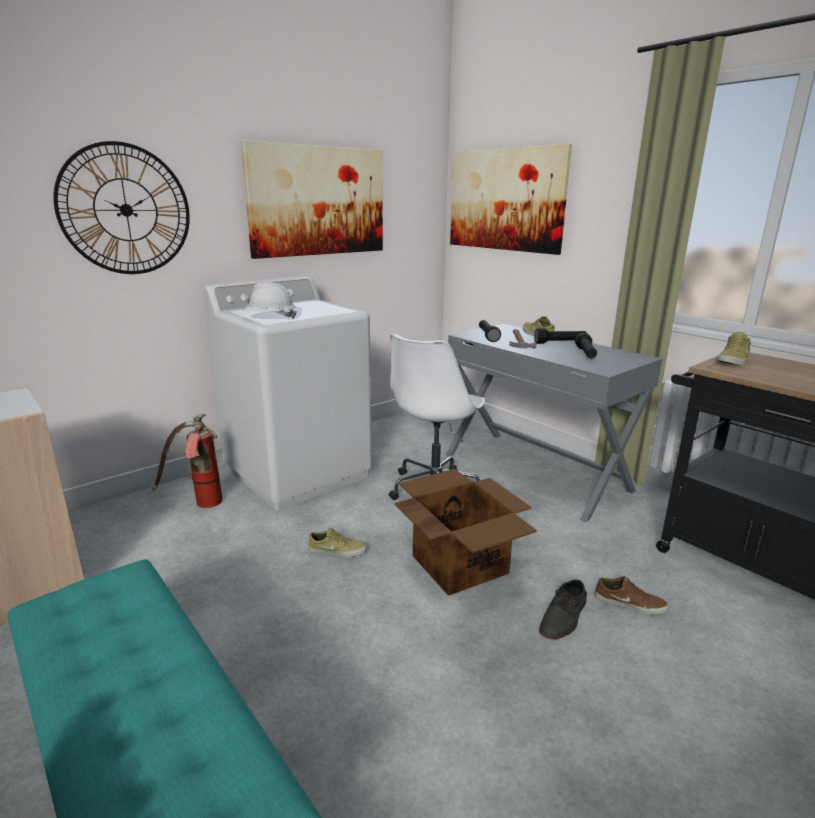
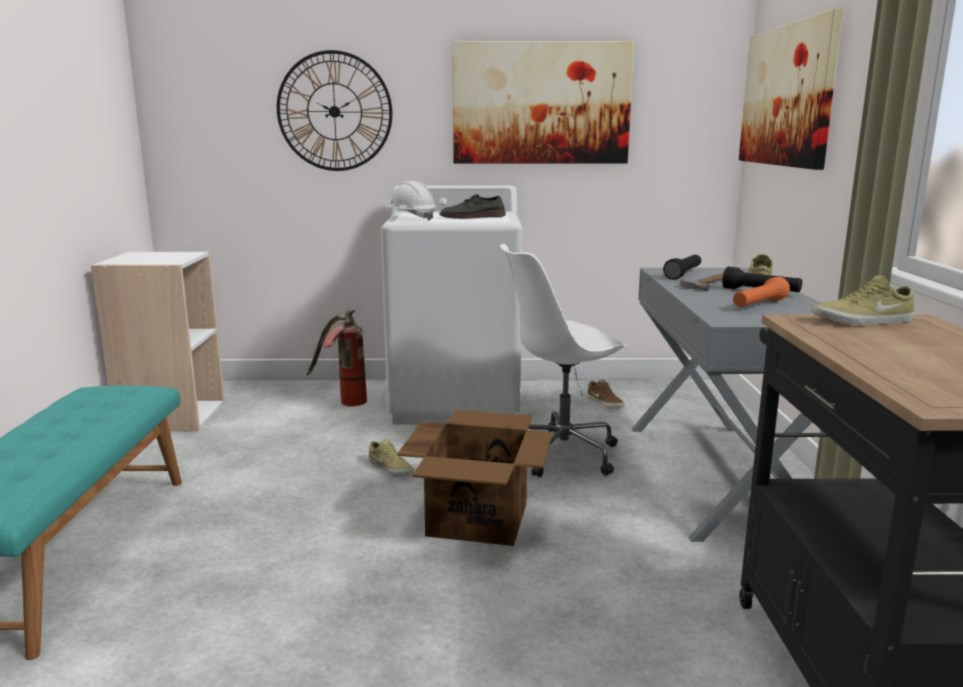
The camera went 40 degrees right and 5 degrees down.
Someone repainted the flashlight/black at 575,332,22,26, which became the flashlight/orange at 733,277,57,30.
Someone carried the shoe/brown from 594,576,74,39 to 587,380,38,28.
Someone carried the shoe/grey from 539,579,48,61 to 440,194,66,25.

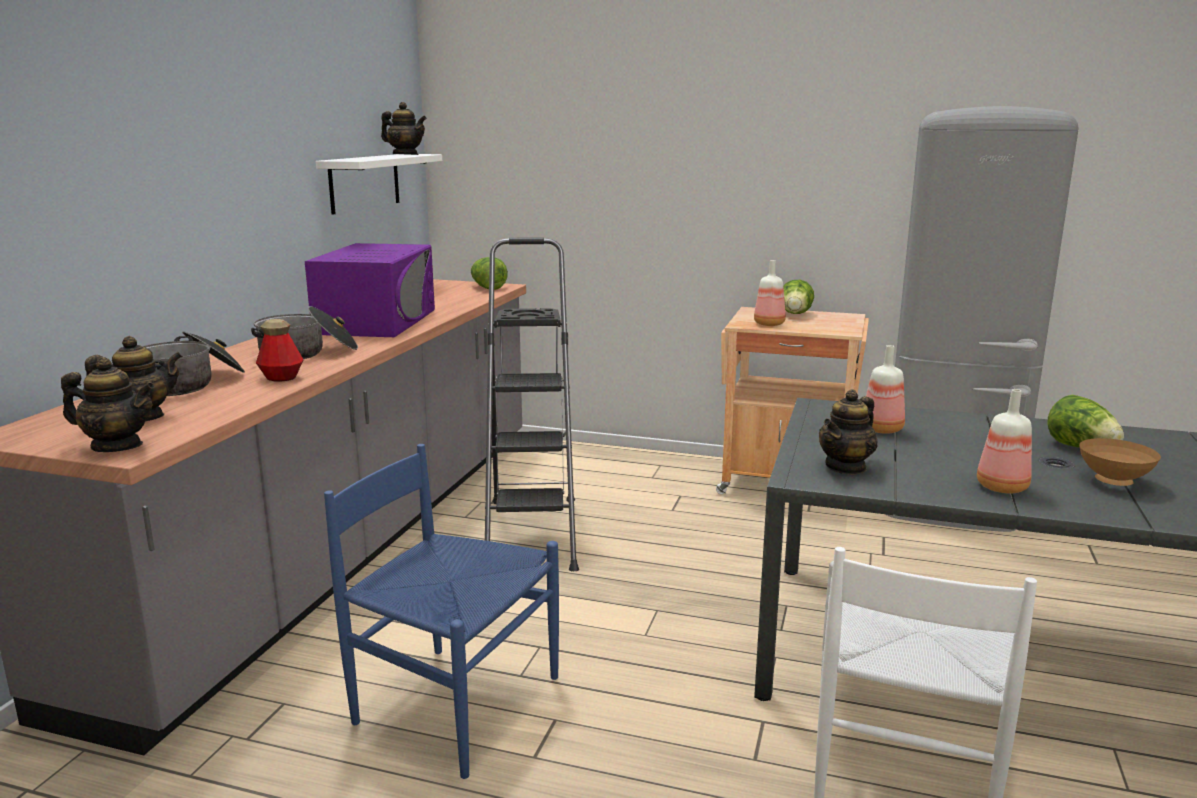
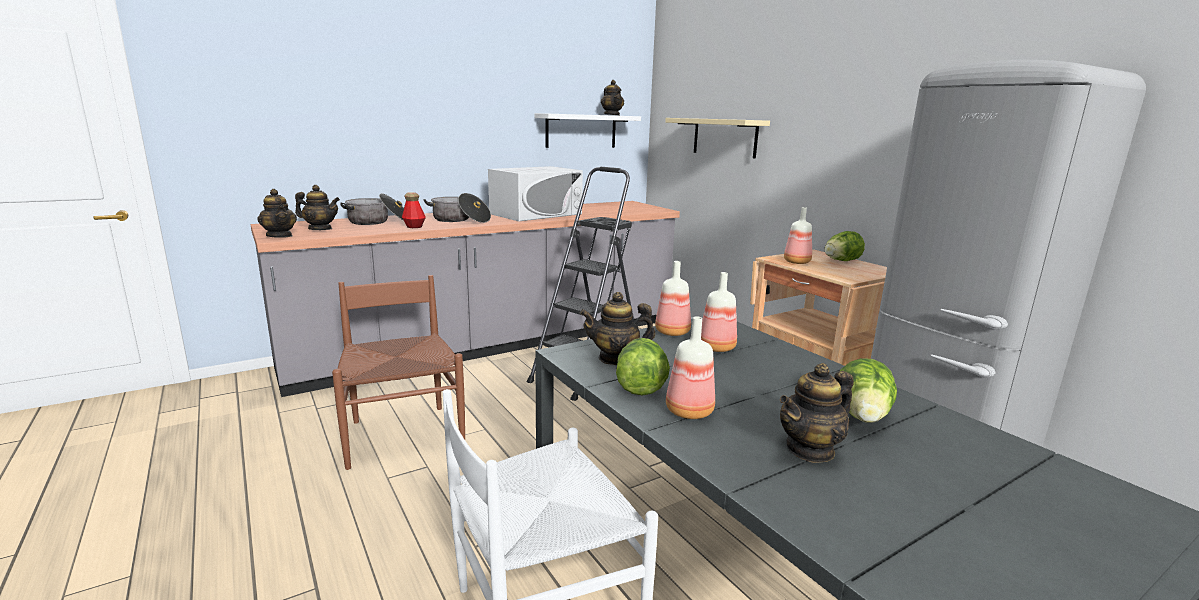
The camera went 40 degrees right and 0 degrees up.
Someone repainted the microwave/purple at 305,243,130,94, which became the microwave/white at 488,166,95,55.
Someone carried the lettuce from 471,257,37,33 to 616,338,54,58.
Someone swapped the bowl/brown at 1079,438,82,48 for the teapot at 780,363,74,100.
Someone repainted the chair/blue at 324,444,235,335, which became the chair/brown at 332,275,133,195.
Someone put up the shelf/beige at 665,118,105,41.
Someone put down the bottle at 655,261,36,75.

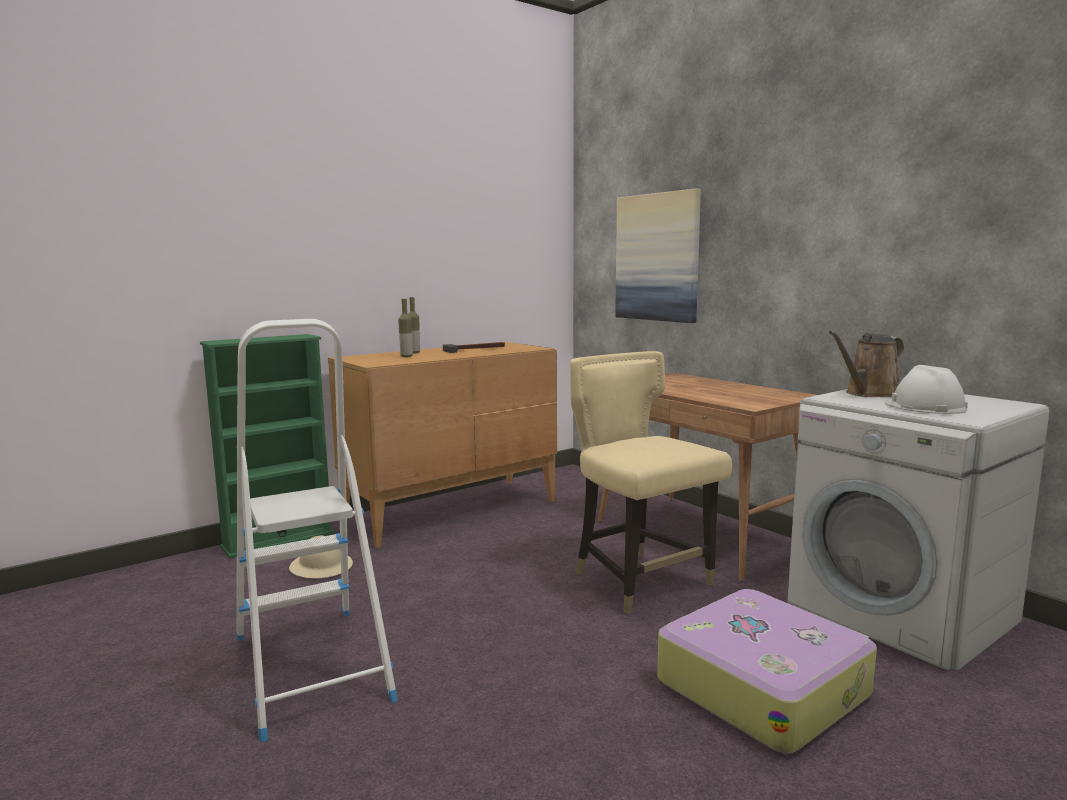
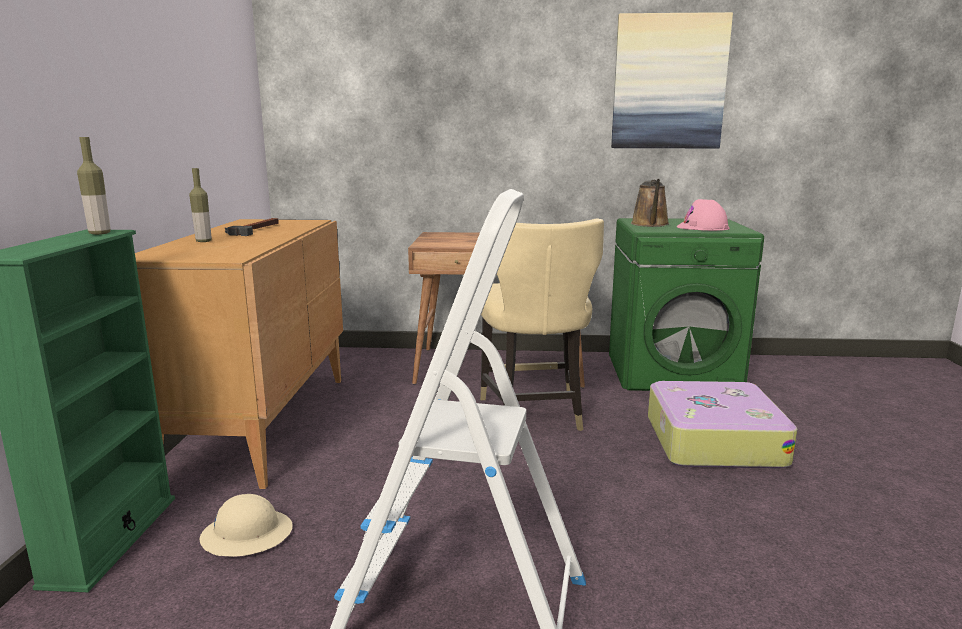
The camera went 50 degrees left and 5 degrees up.
Someone carried the picture from 615,189,86,134 to 611,12,122,136.
Someone carried the bottle from 398,299,15,58 to 77,137,34,98.
Someone rotated the chair/beige at 570,351,162,263 by 105 degrees counterclockwise.
Someone repainted the hard hat/white at 885,365,83,49, which became the hard hat/pink at 677,199,53,32.
Someone repainted the washing machine/white at 787,389,262,282, which became the washing machine/green at 609,218,155,173.

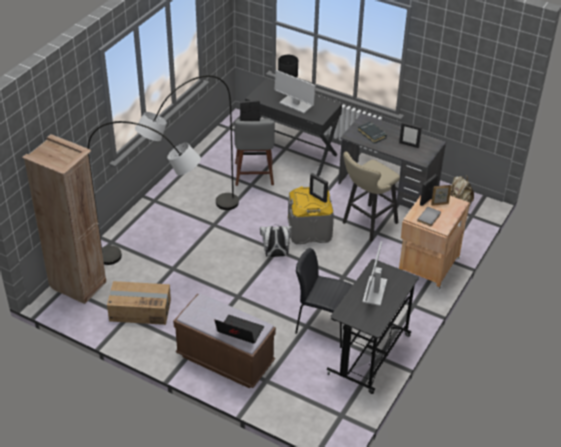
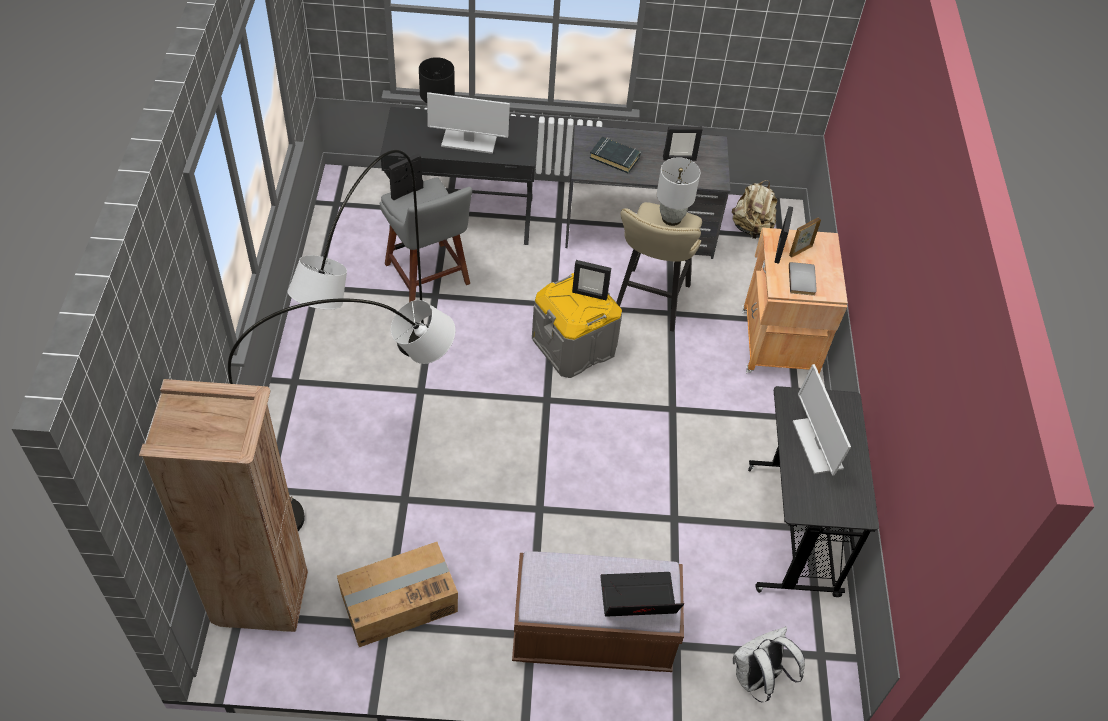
The camera went 30 degrees left and 10 degrees up.
Someone carried the backpack/white from 260,224,32,33 to 733,626,72,76.
Someone took away the chair/black at 295,248,58,100.
Someone put down the table lamp/white at 657,157,43,69.

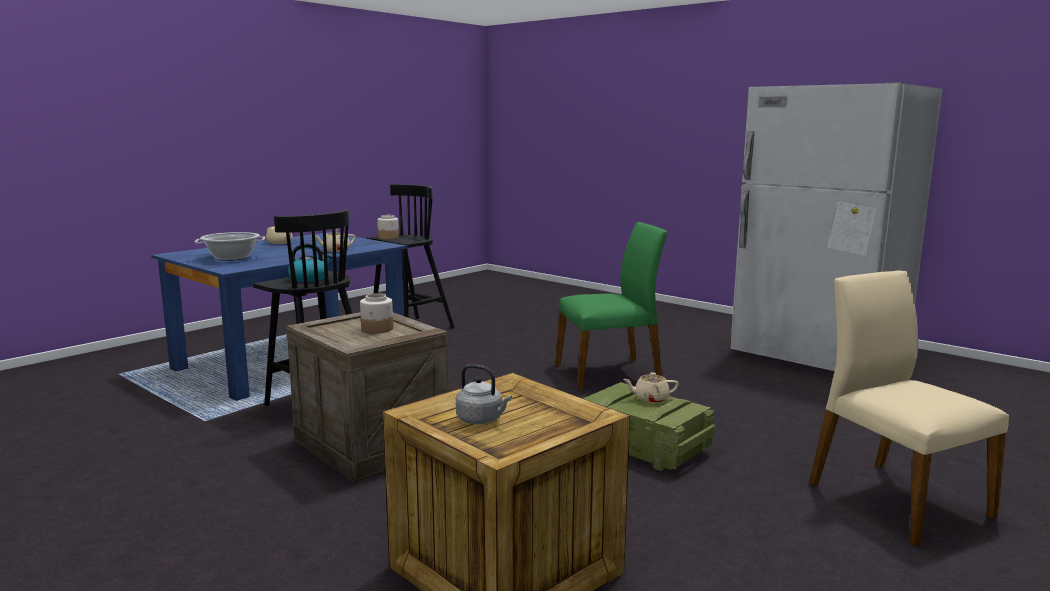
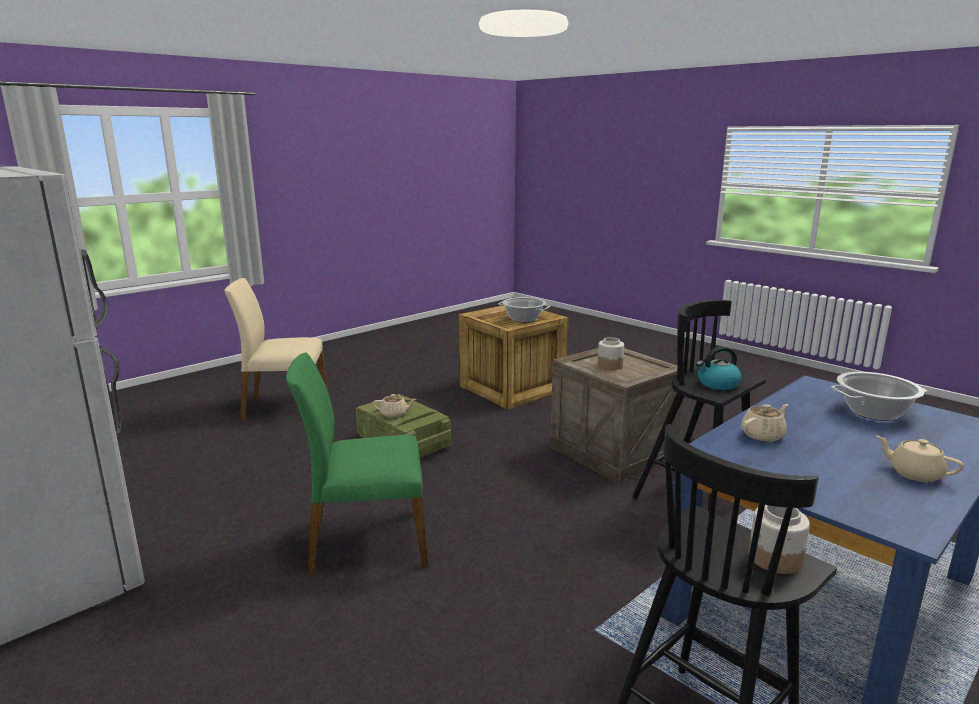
The camera went 175 degrees left and 5 degrees up.
Someone rotated the chair/beige at 809,270,200,277 by 105 degrees clockwise.
Someone swapped the kettle/grey at 456,364,56,60 for the cooking pot at 498,297,52,25.

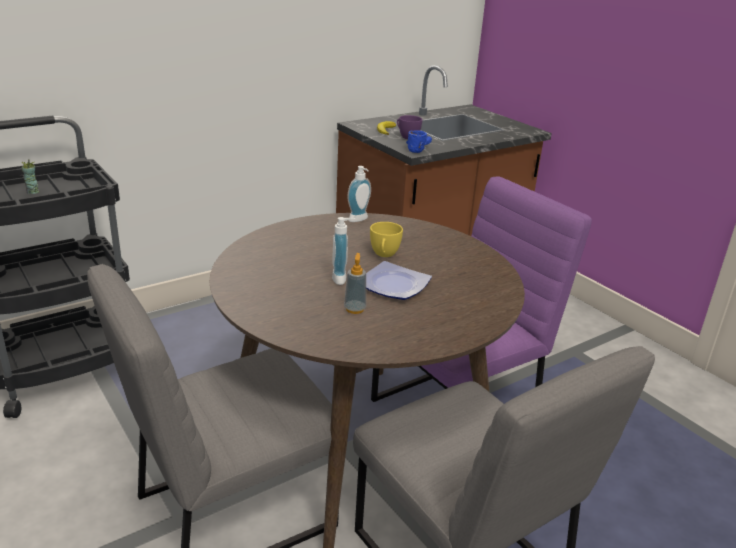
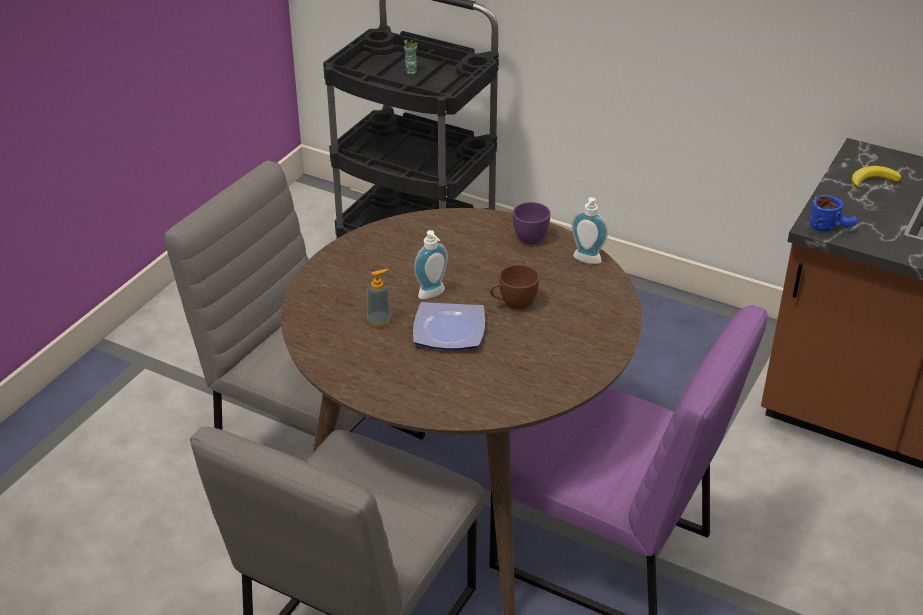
The camera went 65 degrees right and 10 degrees up.
Someone carried the cup/purple from 397,115,25,24 to 513,202,37,42.
Someone repainted the cup/yellow at 370,222,33,35, which became the cup/brown at 490,264,49,46.

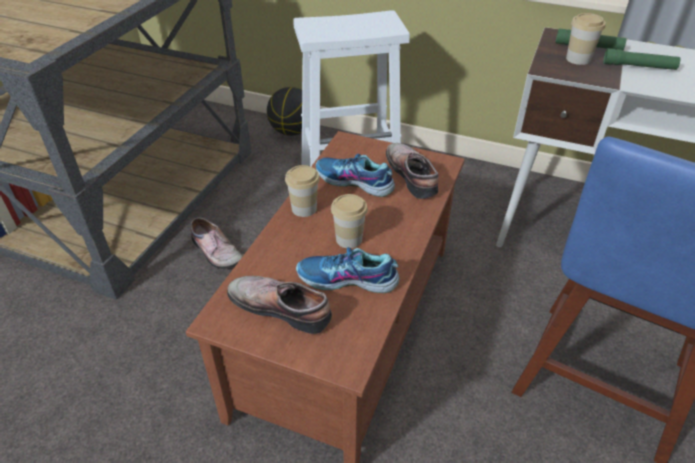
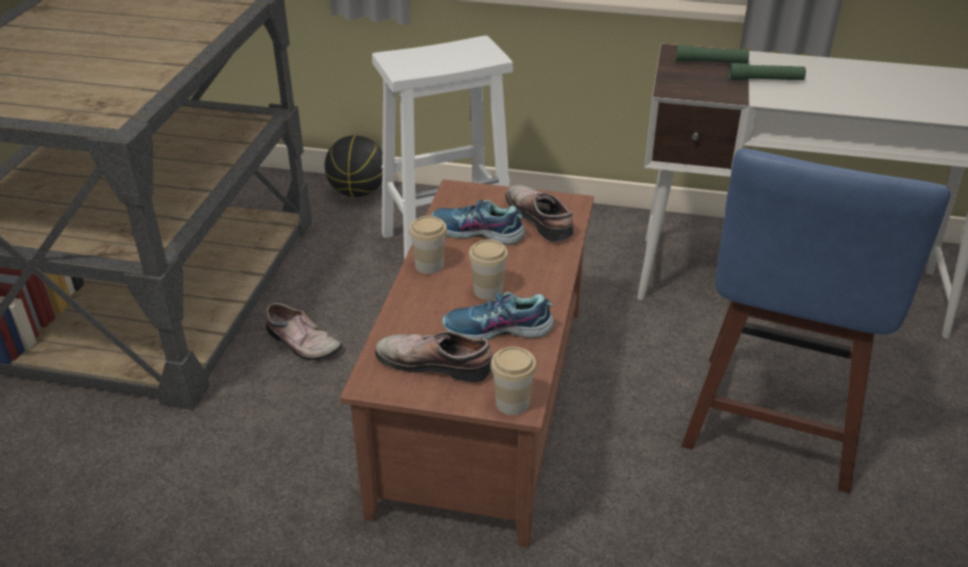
The camera went 10 degrees left and 5 degrees down.
Someone carried the cup from 566,13,40,52 to 490,347,47,68.

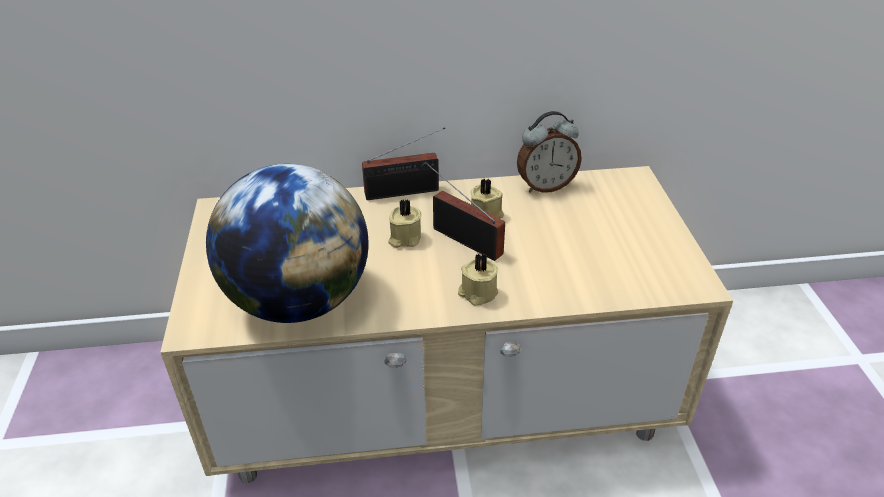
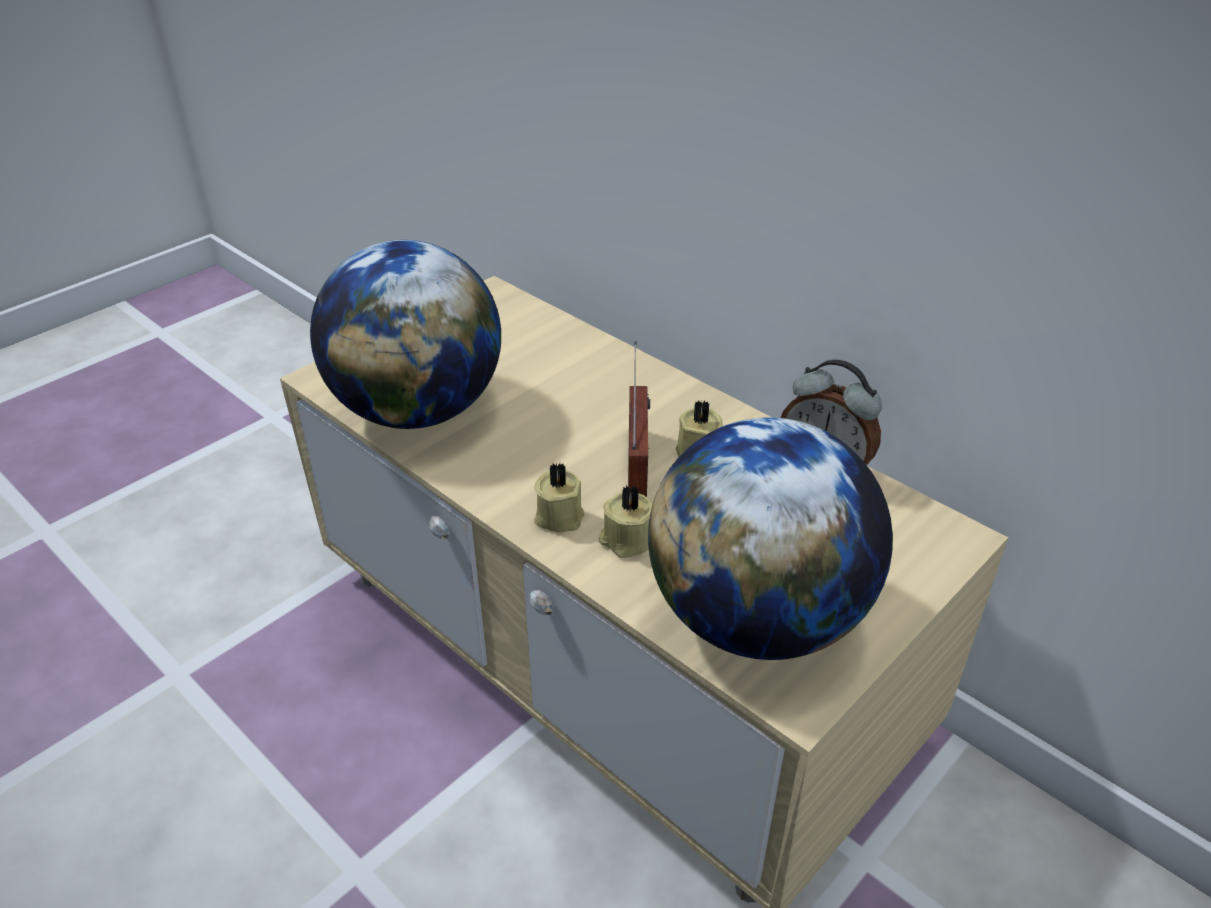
The camera went 50 degrees right and 0 degrees up.
Someone took away the radio at 362,127,83,73.
Someone carried the candle/beige from 388,199,34,49 to 599,486,54,72.
Someone put down the globe at 648,417,245,243.

